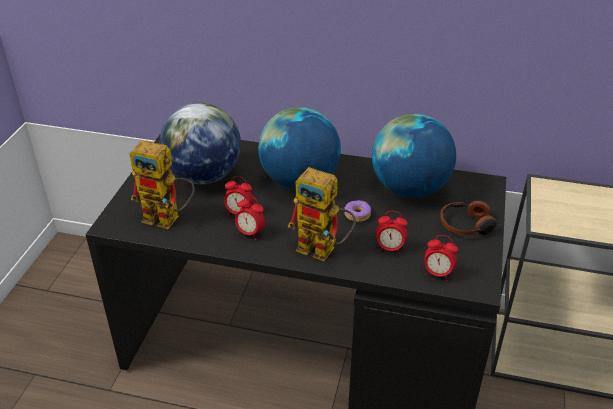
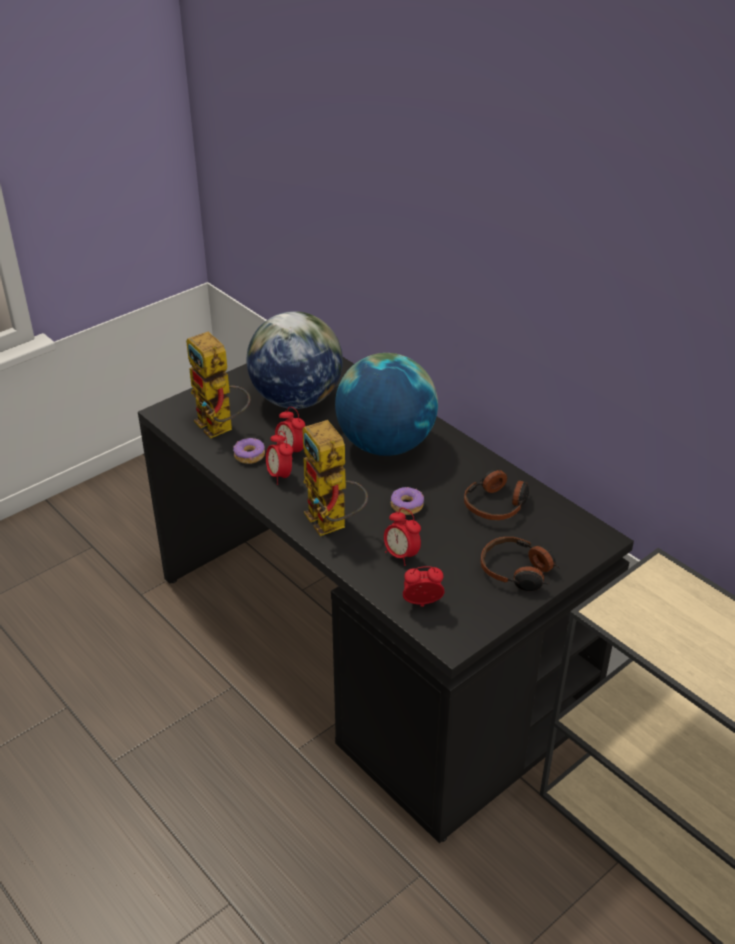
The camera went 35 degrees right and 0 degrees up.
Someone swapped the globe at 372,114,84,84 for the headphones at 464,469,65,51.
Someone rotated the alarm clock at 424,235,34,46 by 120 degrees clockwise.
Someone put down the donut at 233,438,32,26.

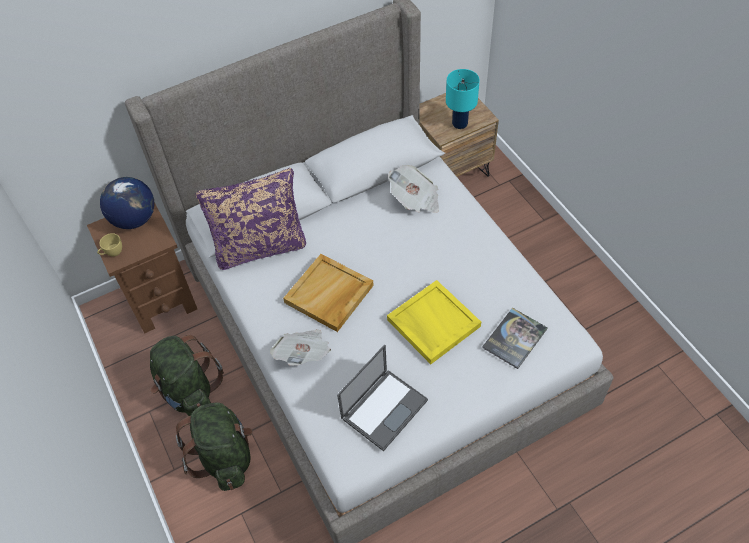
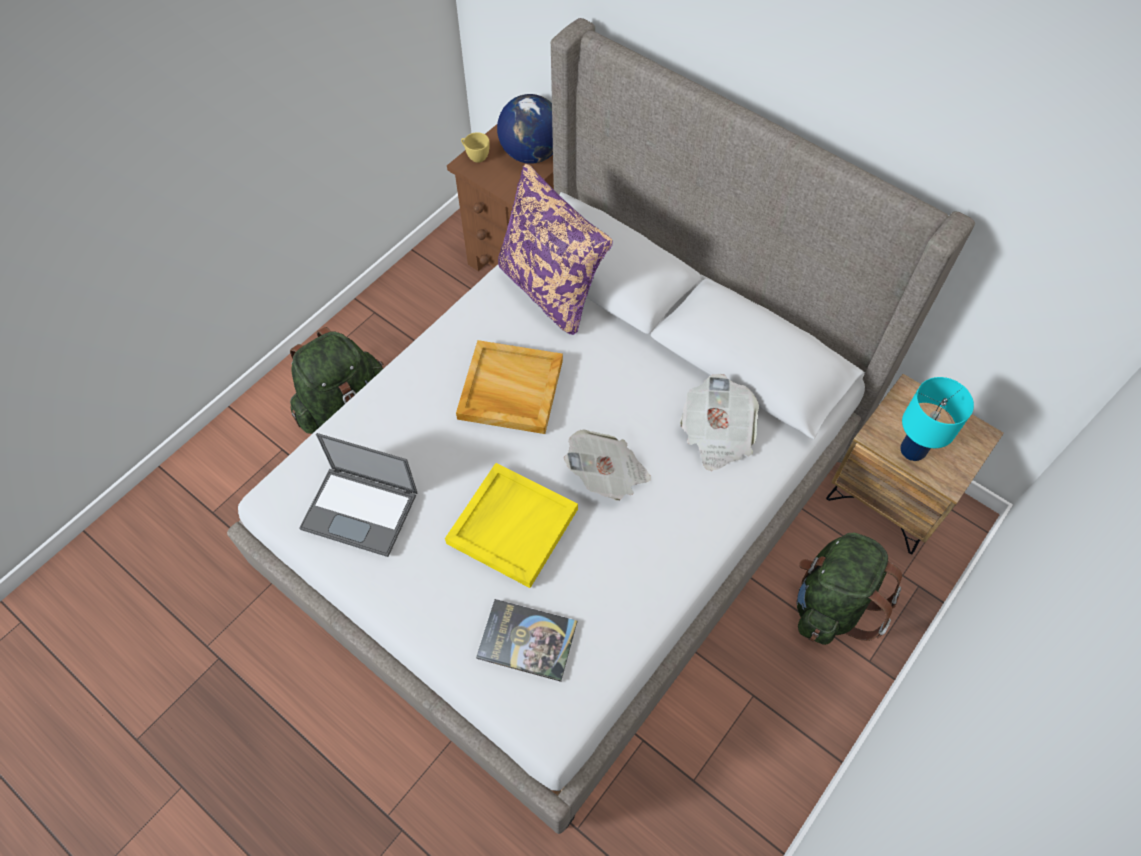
The camera went 65 degrees right and 5 degrees up.
Someone carried the newspaper from 270,329,61,37 to 564,429,87,72.
Someone carried the backpack/green from 150,335,74,81 to 797,533,105,112.

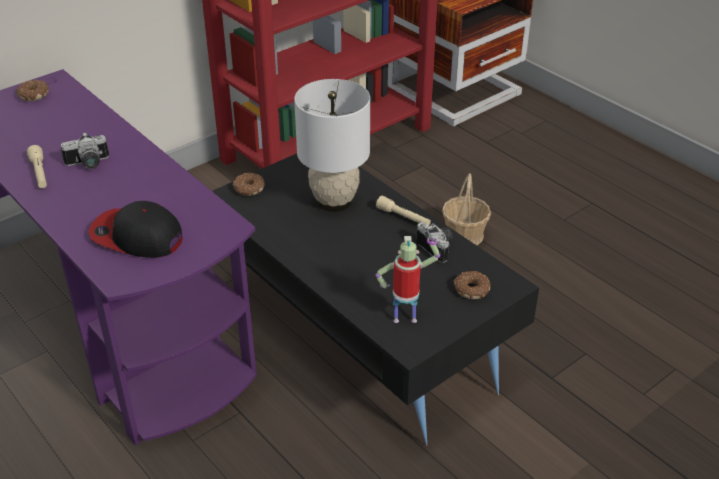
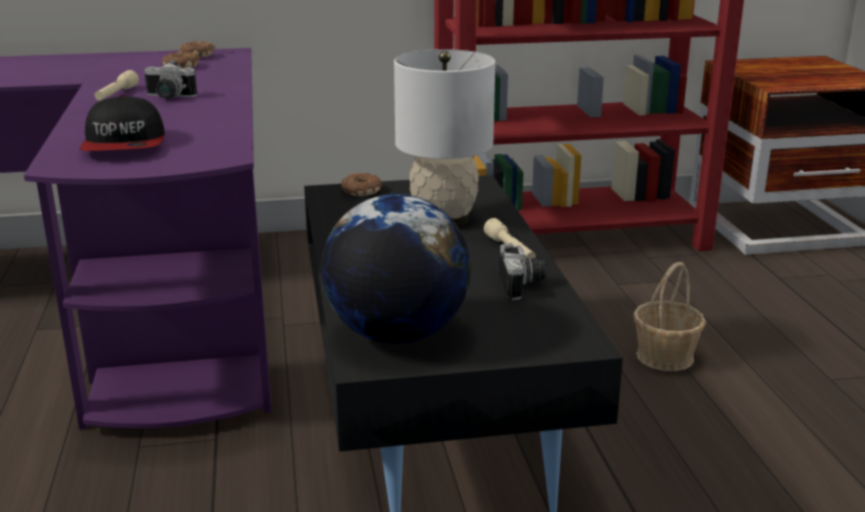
The camera went 30 degrees right and 15 degrees down.
Someone rotated the cap at 88,201,94,57 by 150 degrees counterclockwise.
Someone swapped the toy robot at 375,236,65,87 for the globe at 321,194,150,150.
Someone carried the donut from 453,271,38,28 to 162,52,37,17.

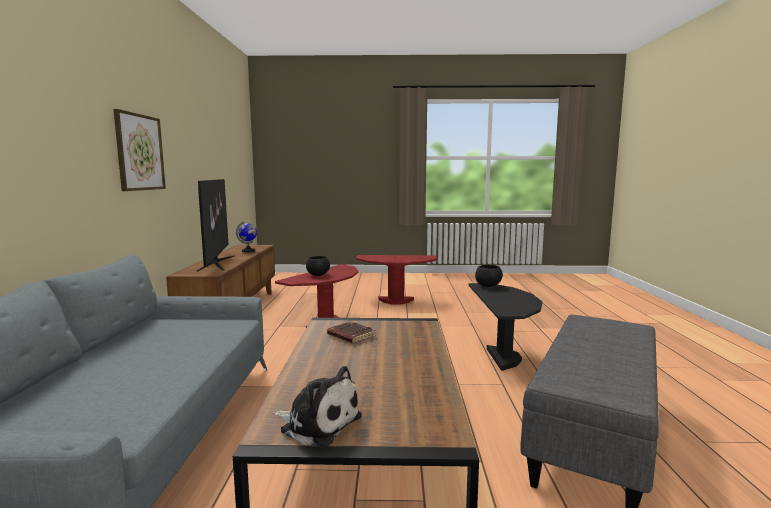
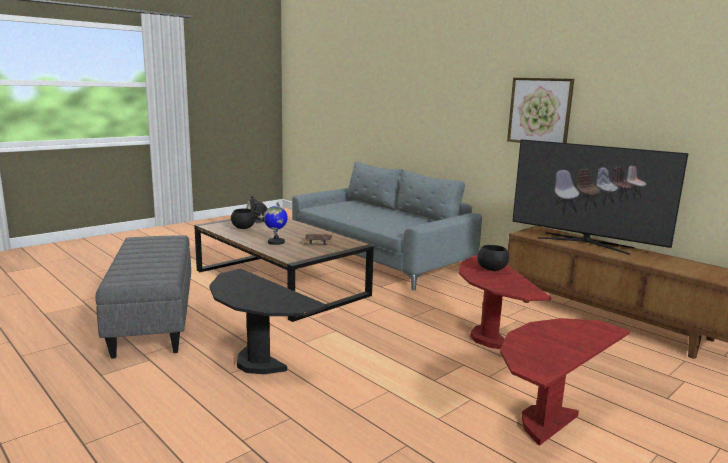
The camera went 135 degrees right and 5 degrees up.
Someone carried the globe from 236,221,21,32 to 264,202,24,43.
Someone carried the bowl/black from 475,265,28,22 to 231,209,24,20.

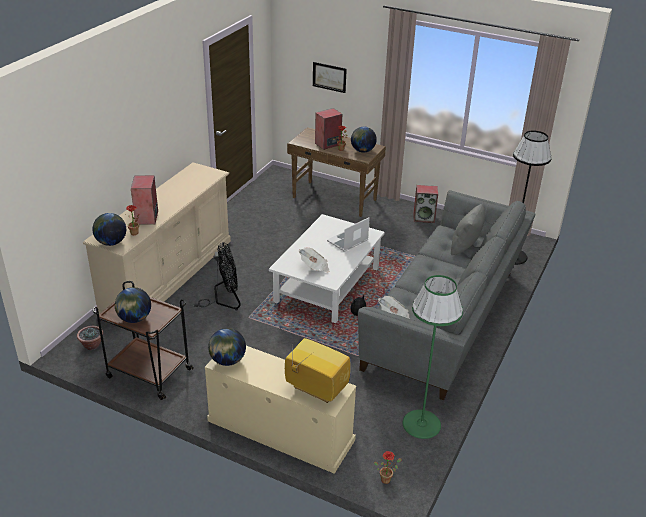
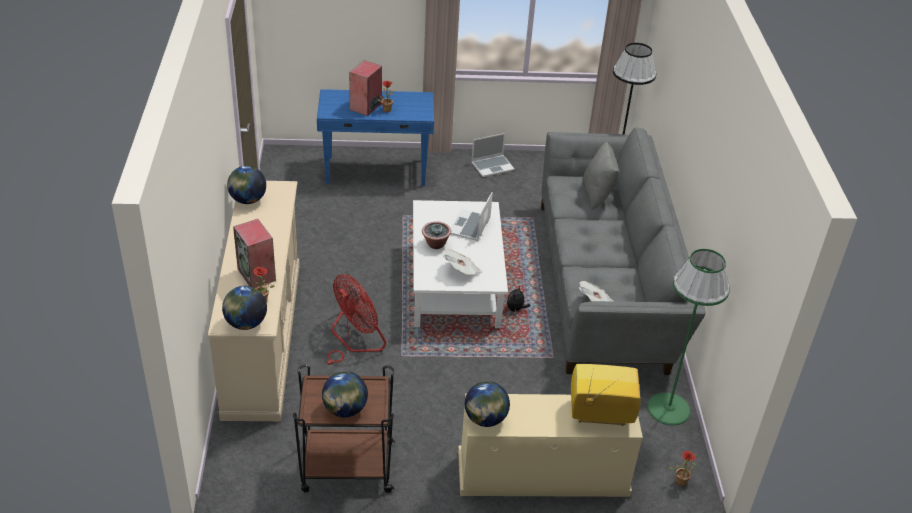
The camera went 30 degrees left and 5 degrees up.
Someone took away the picture at 313,62,34,31.
Someone repainted the console table/brown at 287,127,99,90, which became the console table/blue at 317,89,117,97.
Someone carried the globe from 351,127,26,26 to 227,166,39,38.
Someone swapped the speaker at 414,185,24,38 for the laptop at 471,133,44,44.
Someone repainted the fan/black at 193,242,48,68, which became the fan/red at 327,274,59,91.
Someone carried the potted plant from 77,326,26,24 to 422,221,29,28.

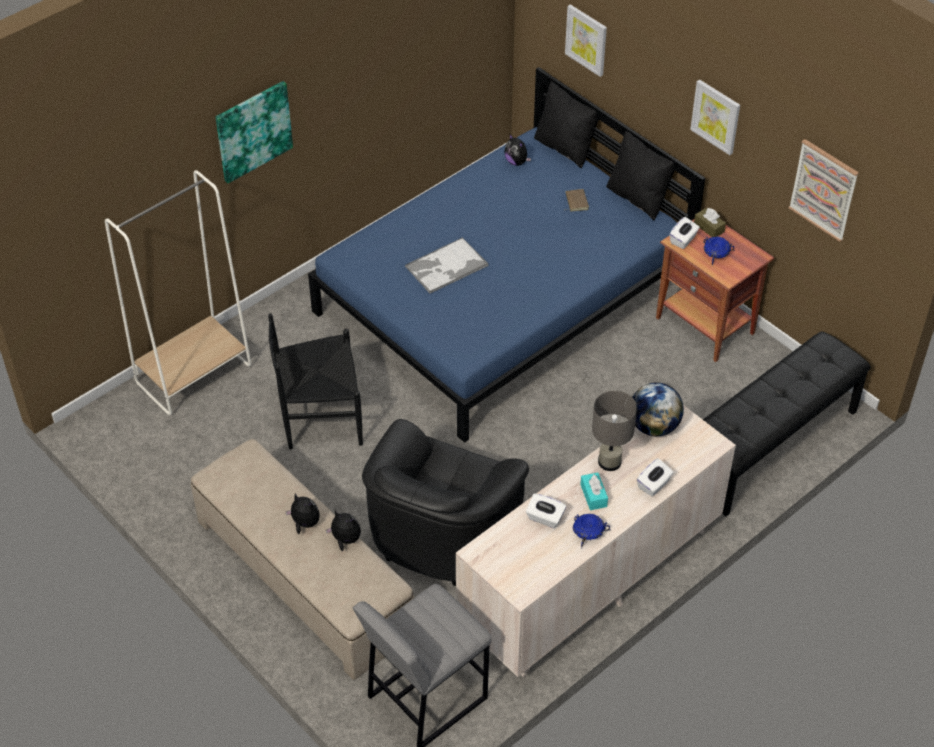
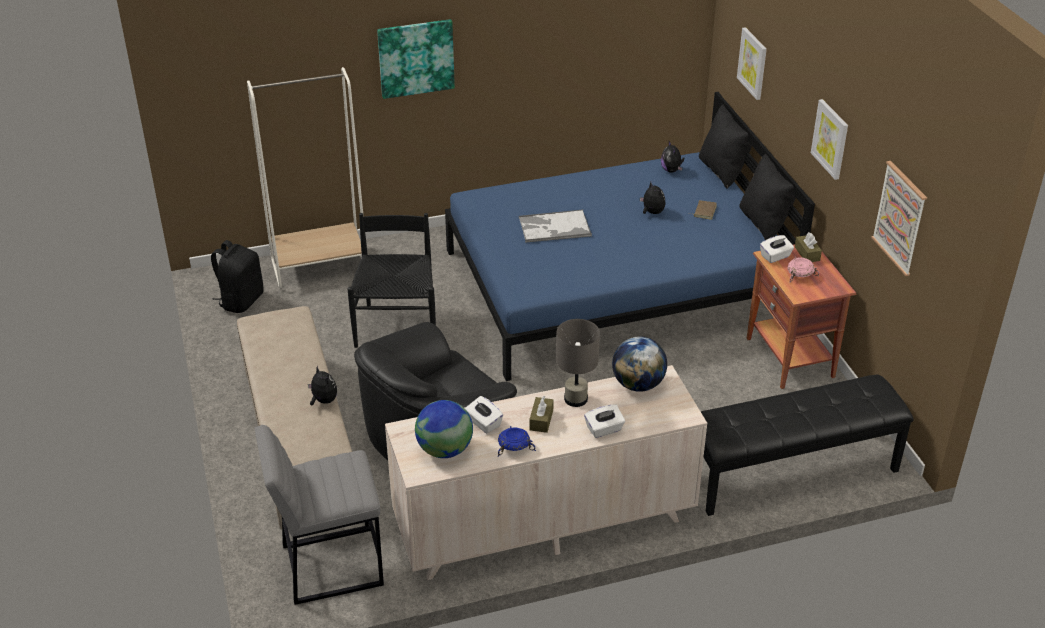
The camera went 25 degrees right and 10 degrees down.
Someone repainted the bowl/blue at 704,237,30,29, which became the bowl/pink at 787,257,32,26.
Someone rotated the chair/black at 268,313,95,136 by 75 degrees clockwise.
Someone repainted the tissue box/turquoise at 580,472,28,38, which became the tissue box/brown at 529,396,25,37.
Someone carried the plush toy from 286,494,33,40 to 640,182,26,32.
Someone put down the backpack/black at 211,240,52,73.
Someone put down the globe at 415,400,58,58.

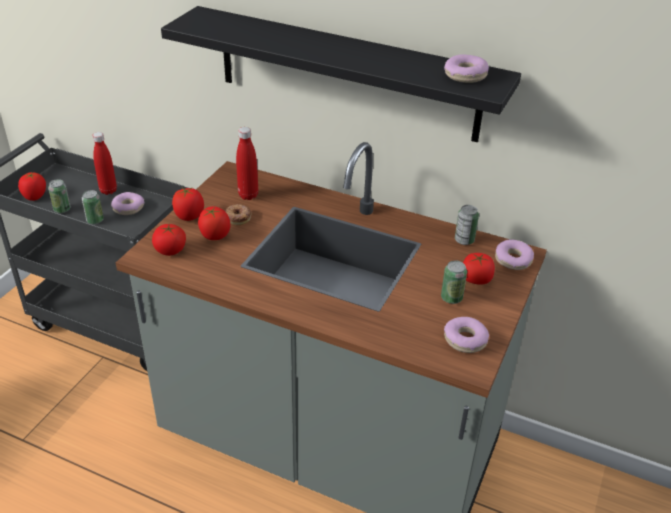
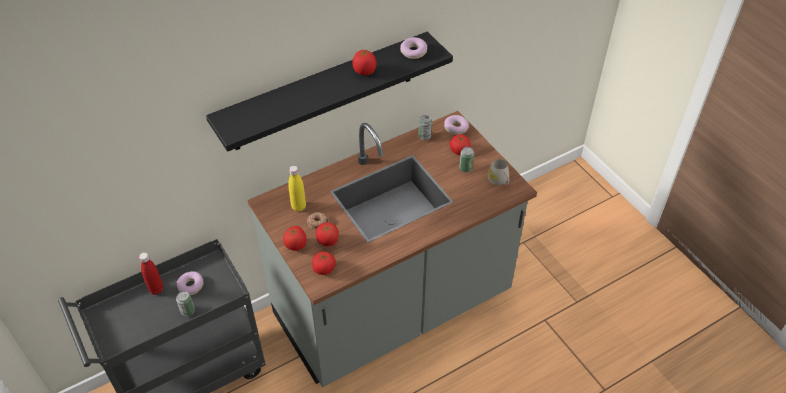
The camera went 55 degrees left and 10 degrees up.
Someone repainted the bottle/red at 236,127,22,73, which became the bottle/yellow at 288,166,18,45.
Someone carried the tomato from 18,172,28,29 to 352,49,24,26.
Someone took away the can at 48,179,23,34.
Someone swapped the donut at 444,317,45,36 for the mug/white at 488,159,22,26.

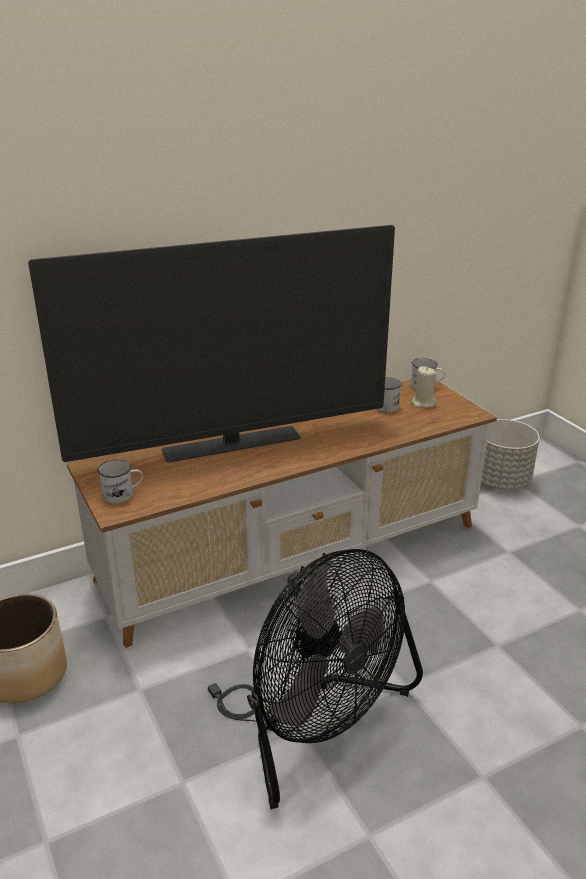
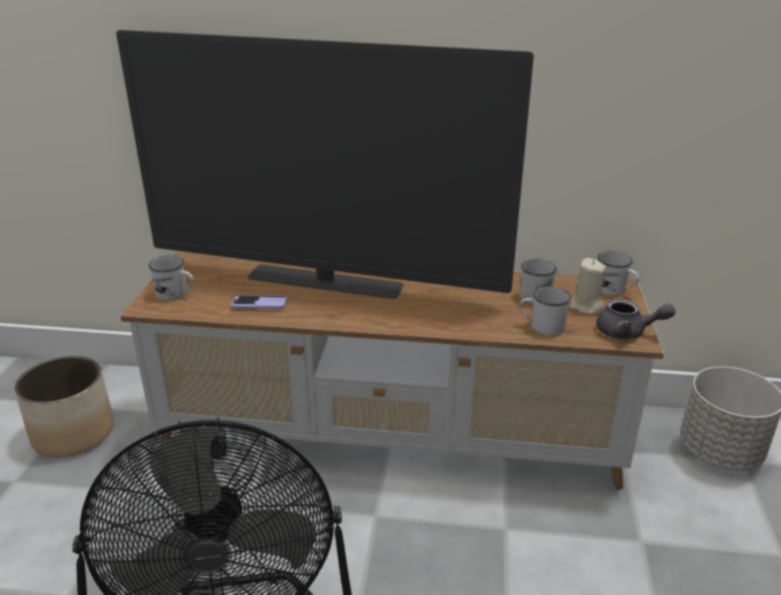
The camera went 35 degrees right and 0 degrees up.
Someone put down the mug/white at 519,286,52,50.
Someone put down the phone at 231,295,56,14.
Someone put down the teapot/grey at 596,299,80,40.

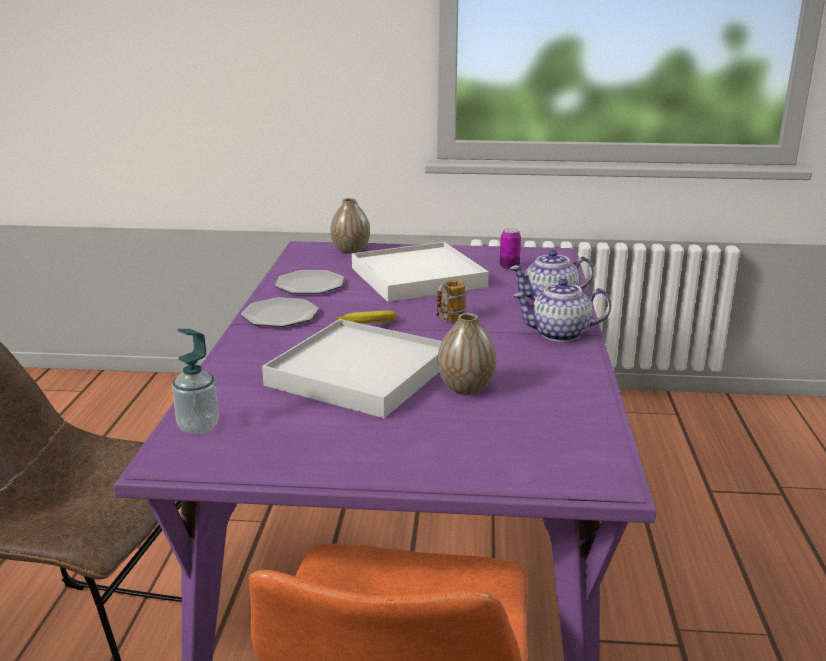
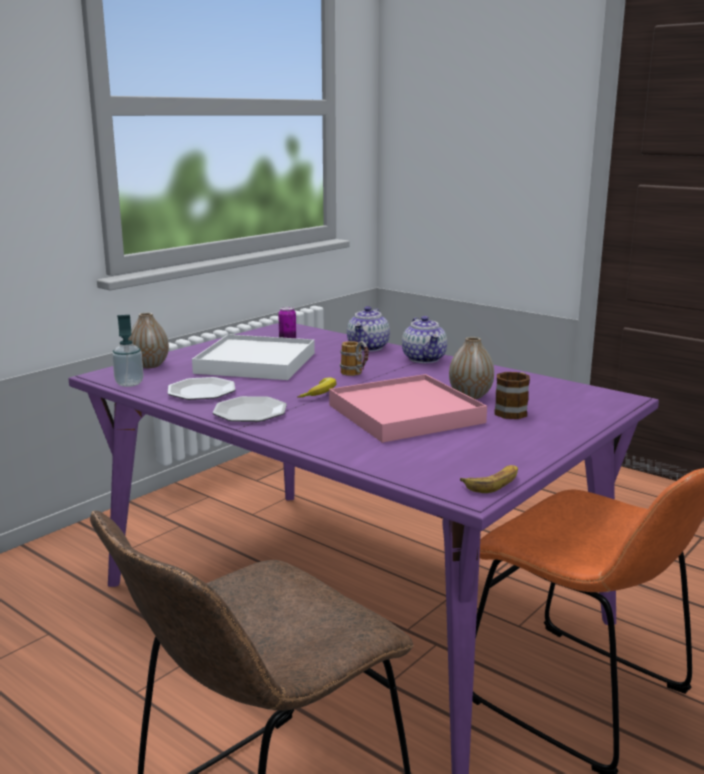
The camera went 55 degrees left and 5 degrees down.
Someone rotated the teapot at 513,279,98,63 by 45 degrees counterclockwise.
Someone repainted the tray/white at 262,319,180,99, which became the tray/pink at 329,374,158,69.
Someone carried the soap dispenser from 172,329,47,105 to 112,315,32,72.
Someone put down the mug at 495,372,35,47.
Someone put down the banana at 460,465,58,28.

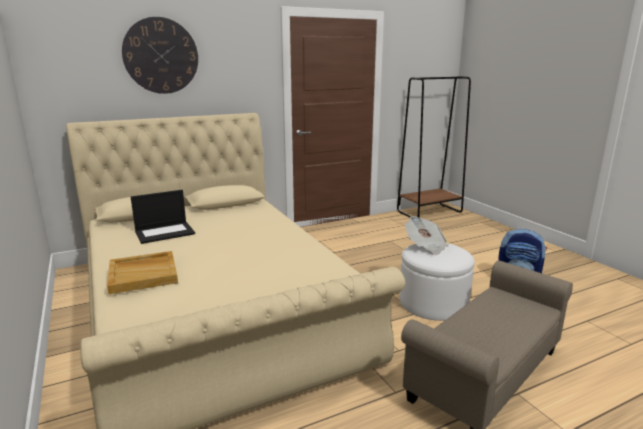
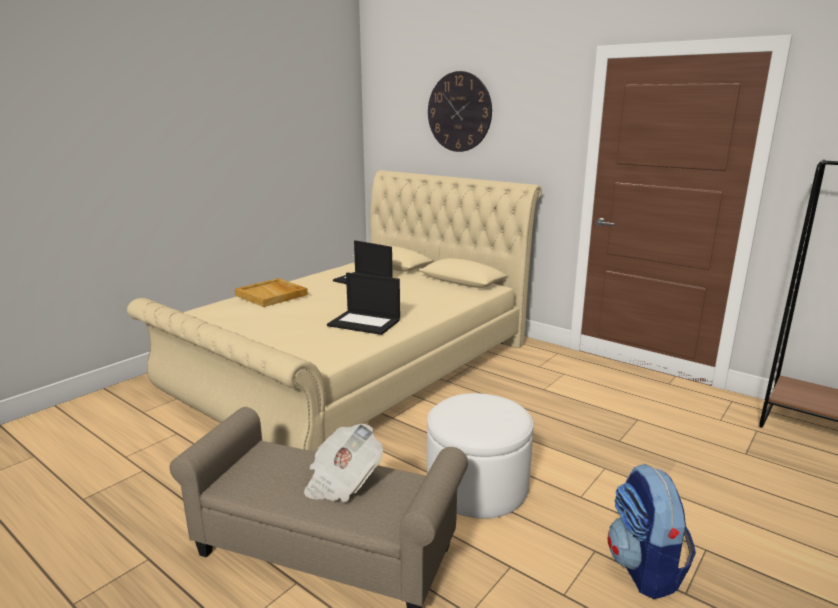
The camera went 65 degrees right and 0 degrees up.
Someone carried the newspaper from 405,216,44,39 to 304,424,79,78.
Someone put down the laptop at 327,272,73,63.

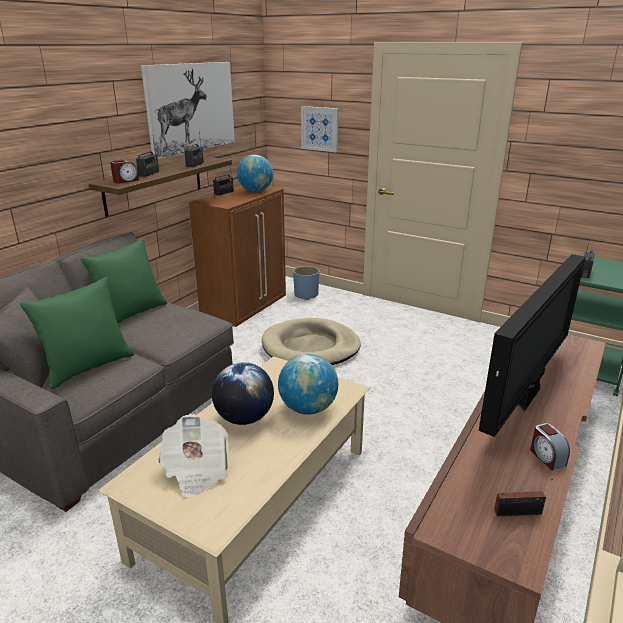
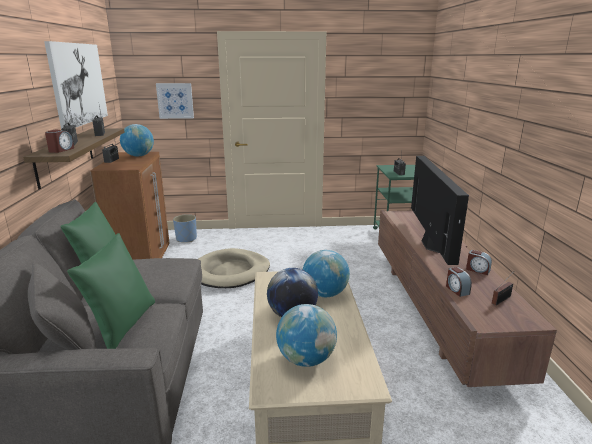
The camera went 35 degrees left and 5 degrees down.
Someone swapped the newspaper at 158,414,71,84 for the globe at 276,304,61,63.
Someone put down the alarm clock at 446,267,26,30.

